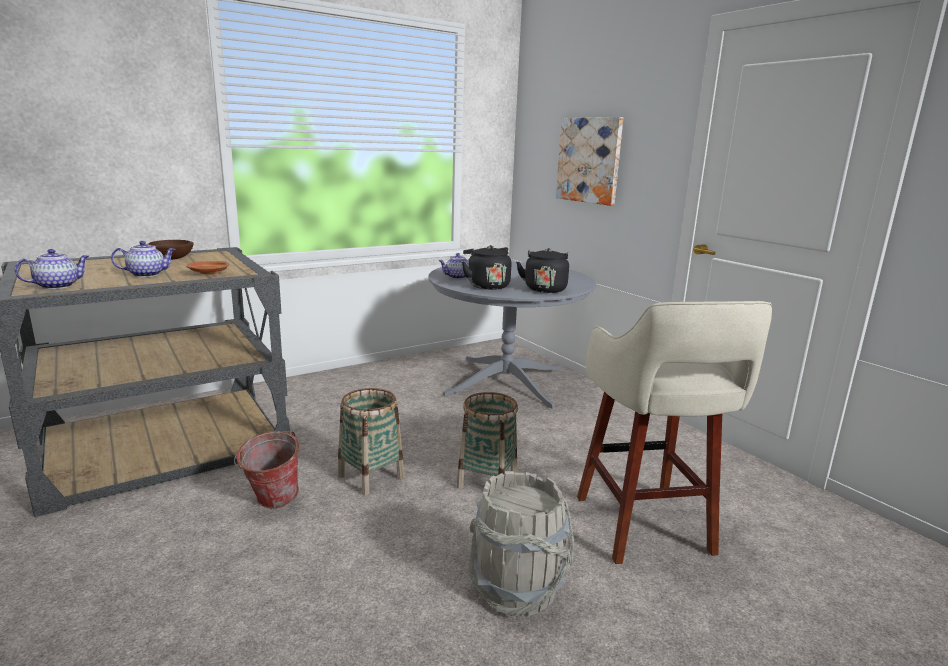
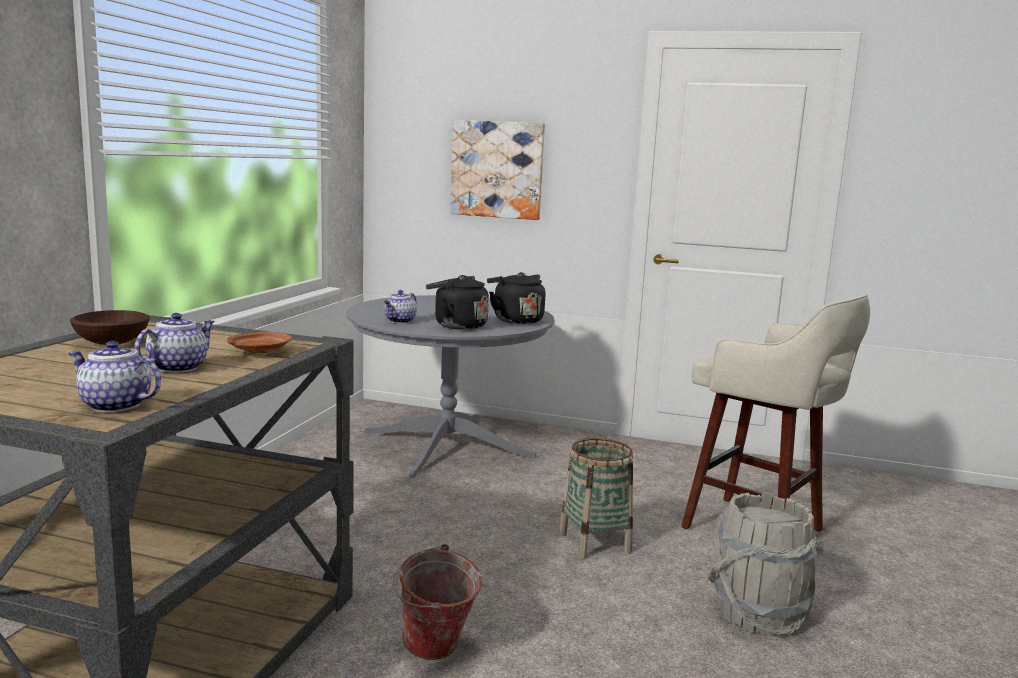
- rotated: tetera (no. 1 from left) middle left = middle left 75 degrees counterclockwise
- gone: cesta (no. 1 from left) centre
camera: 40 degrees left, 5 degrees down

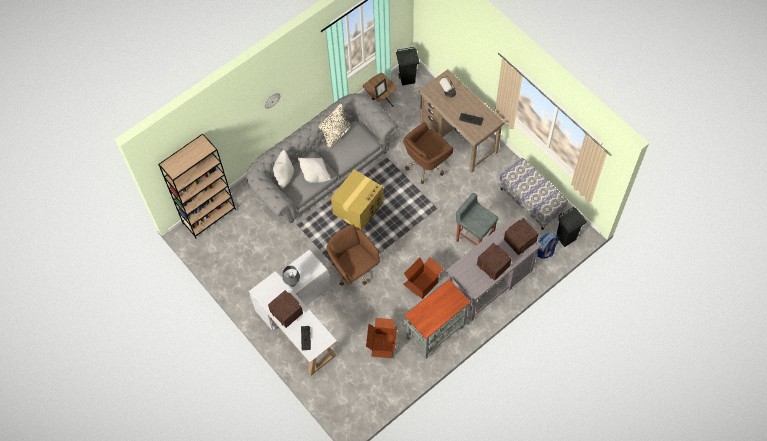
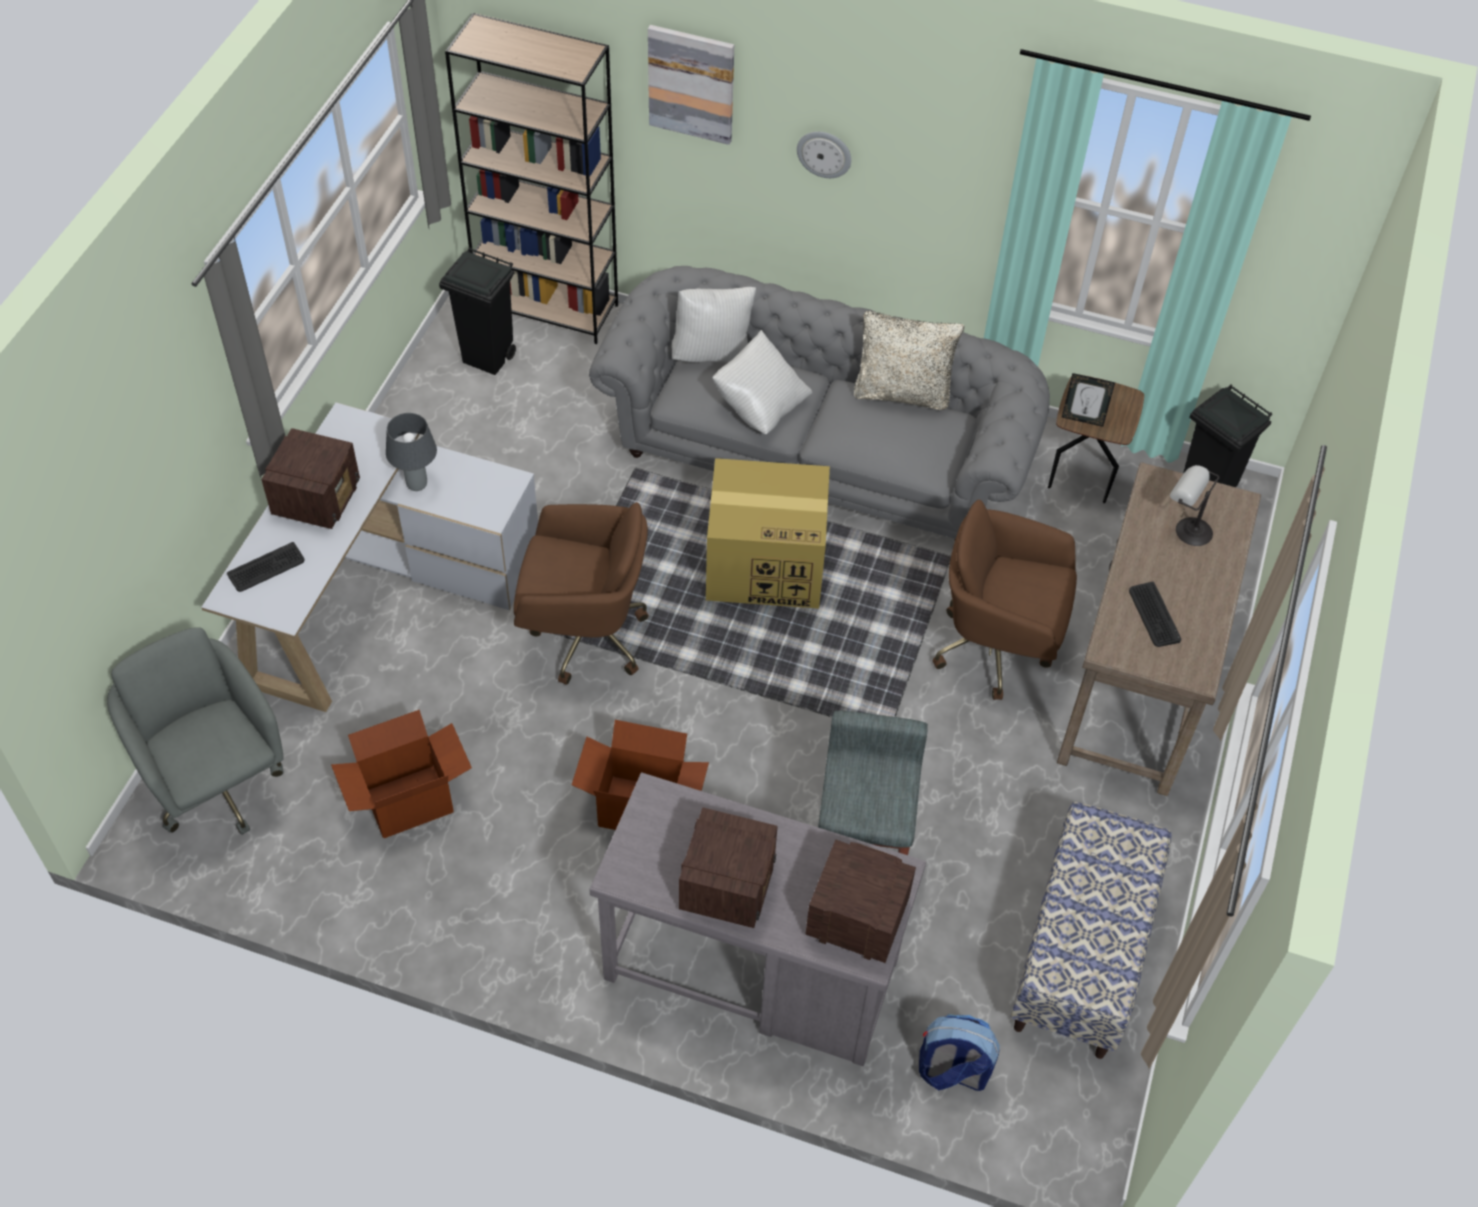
- shifted: papelera [negro] (no. 2 from left in the first image) middle right to papelera [negro] (no. 1 from left) top left
- rotated: silla de oficina [marrón] (no. 1 from left) centre = centre 75 degrees clockwise
- gone: carrito [gris] bottom centre
- new: cuadro top centre
- new: silla de oficina [gris] middle left
camera: 55 degrees right, 10 degrees down

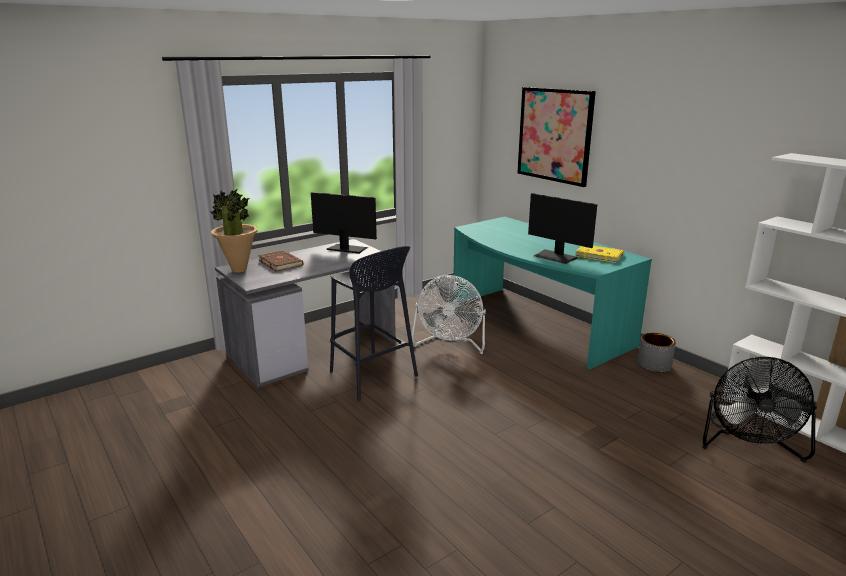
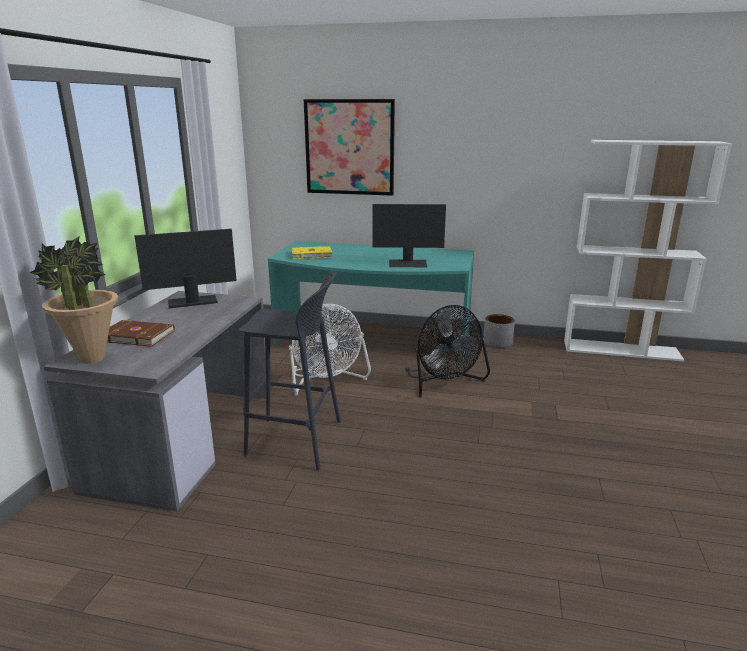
- shifted: libro [amarillo] middle right to centre
- shifted: ventilador [negro] bottom right to centre
camera: 40 degrees left, 0 degrees up

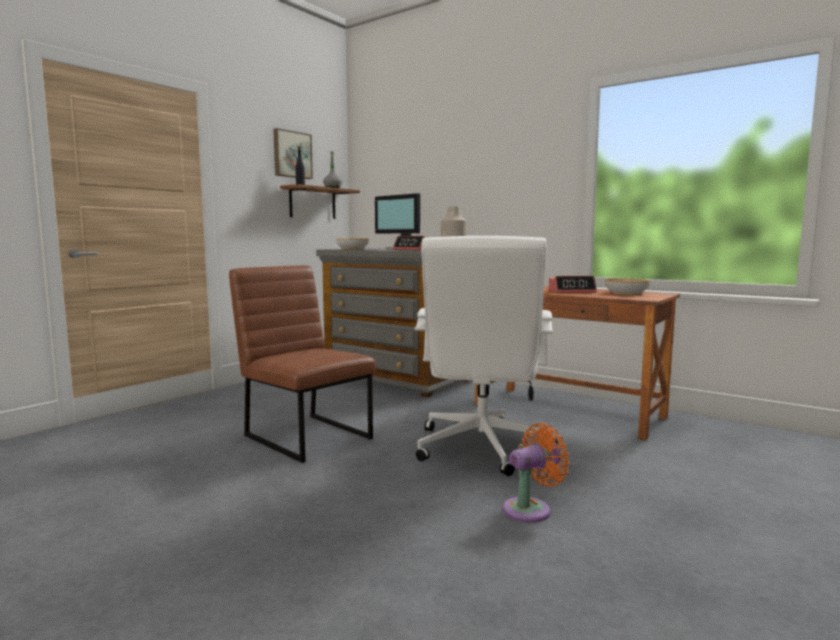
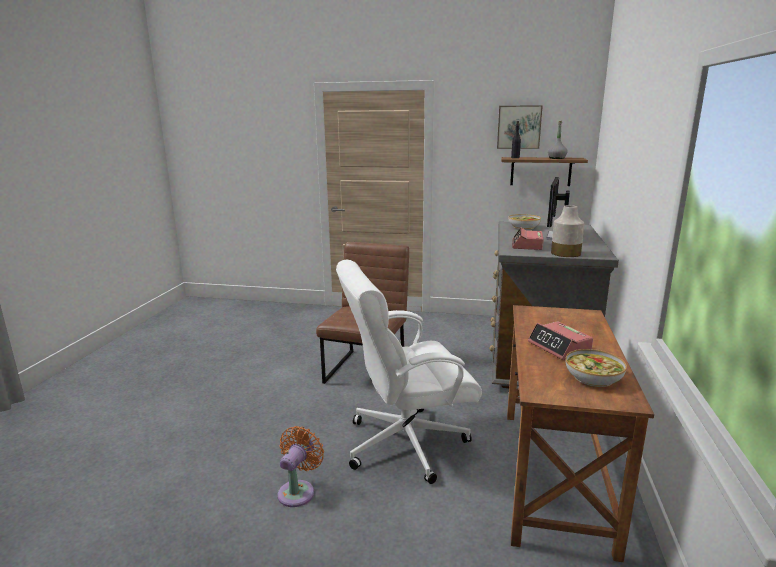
- rotated: ventilador [naranja] bottom centre = bottom centre 105 degrees counterclockwise
camera: 65 degrees right, 10 degrees up

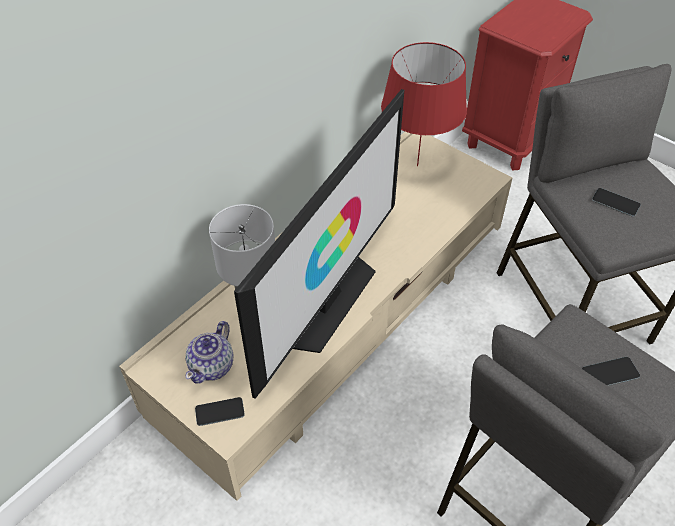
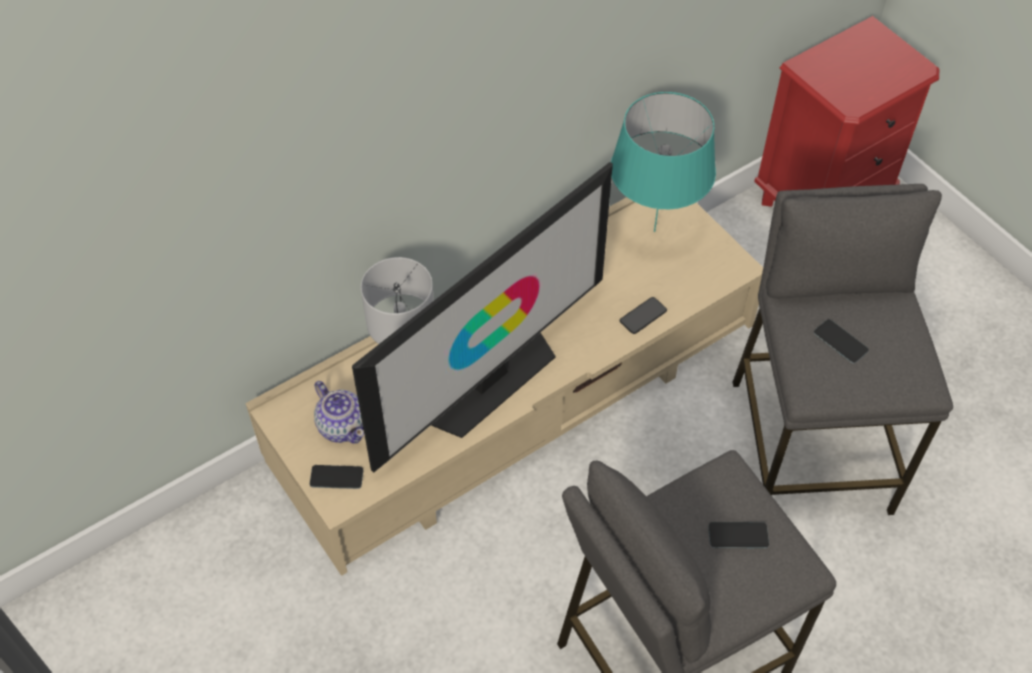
- repainted: lámpara de mesa [rojo] top centre to lámpara de mesa [turquesa] top centre
- rotated: tetera bottom left = middle left 75 degrees counterclockwise
- new: móvil (no. 2 from left) centre
camera: 15 degrees right, 5 degrees up

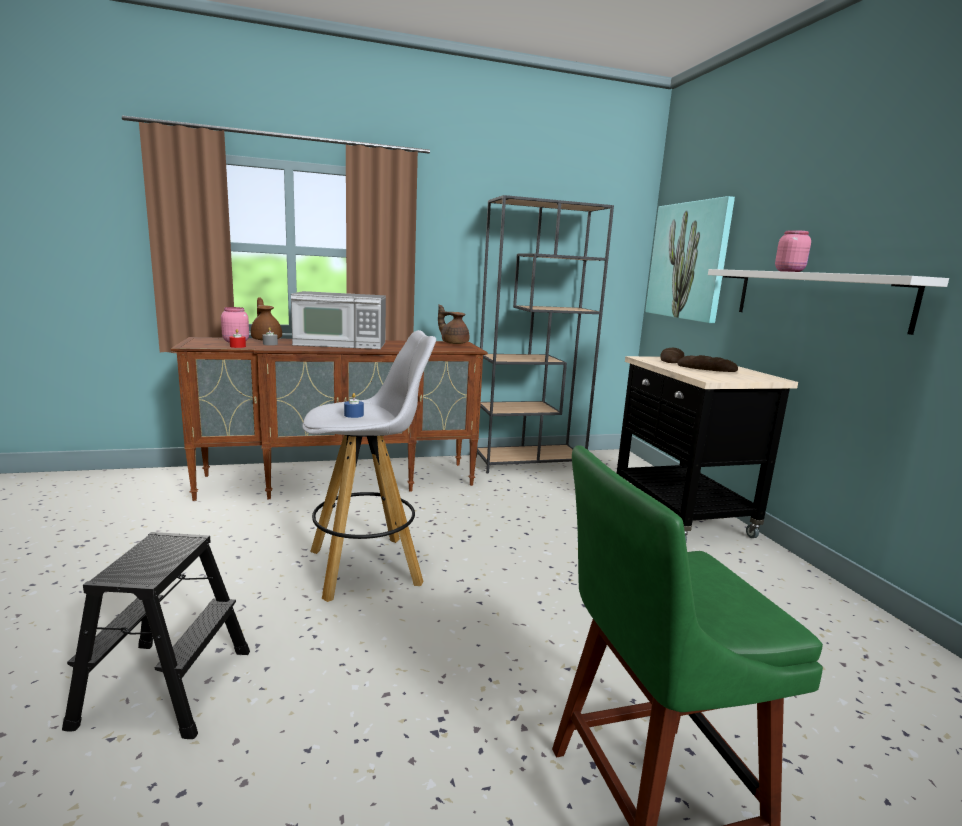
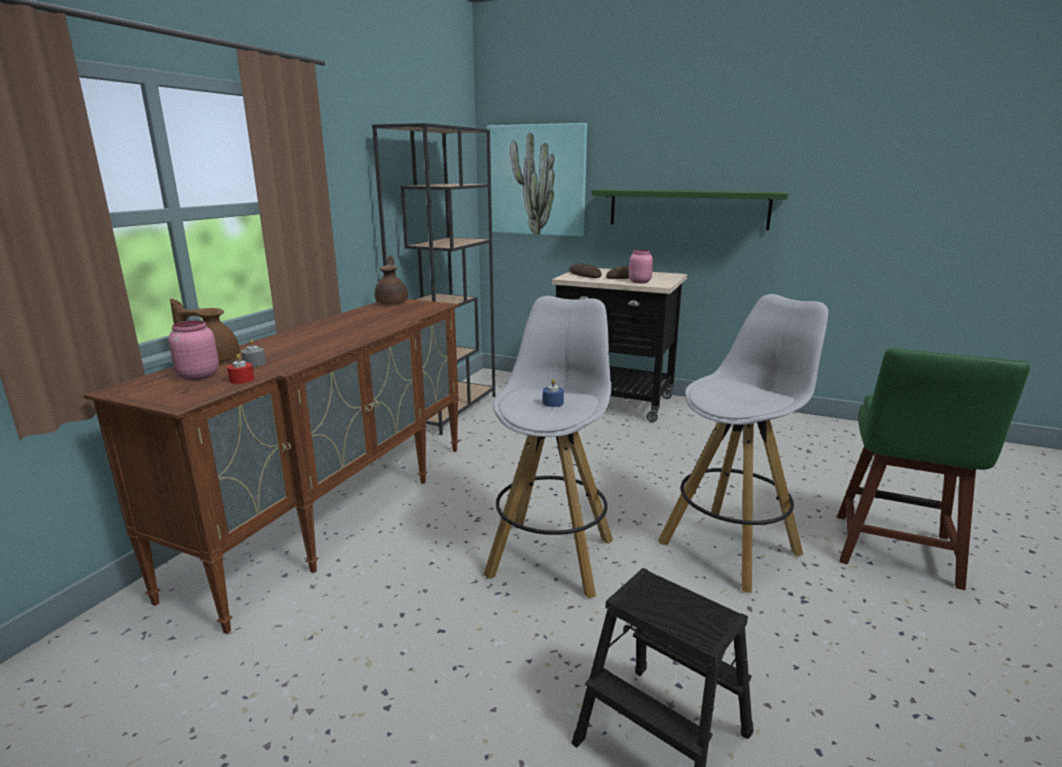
- shifted: tarro [rosa] (no. 2 from left) top right to centre
- repainted: estante [blanco] middle right to estante [verde] top centre
- gone: microondas centre
- rotated: tetera [marrón] (no. 2 from left) centre = centre 105 degrees clockwise
- new: taburete [blanco] (no. 2 from left) middle right
camera: 50 degrees left, 5 degrees up

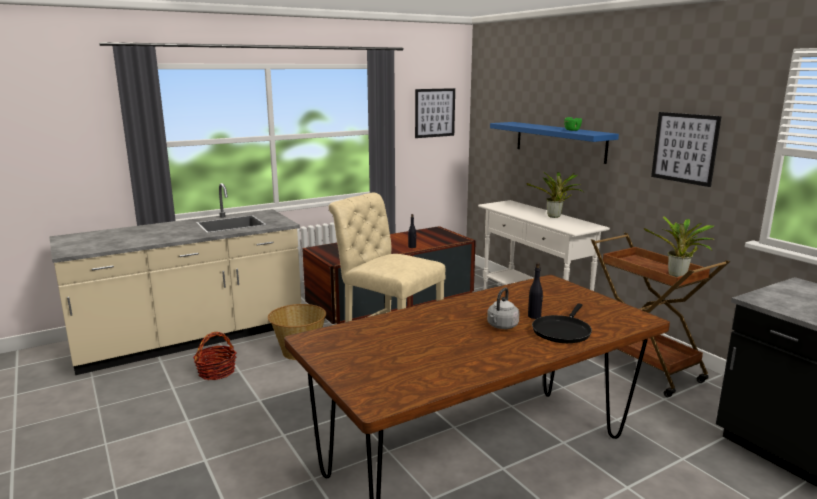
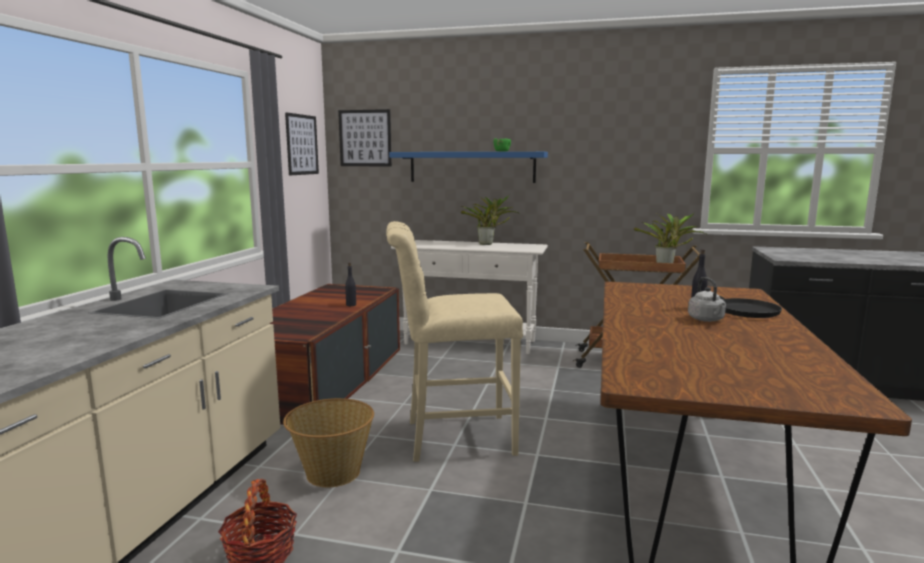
- shifted: cuadro (no. 2 from left) top right to top centre
camera: 45 degrees left, 5 degrees down

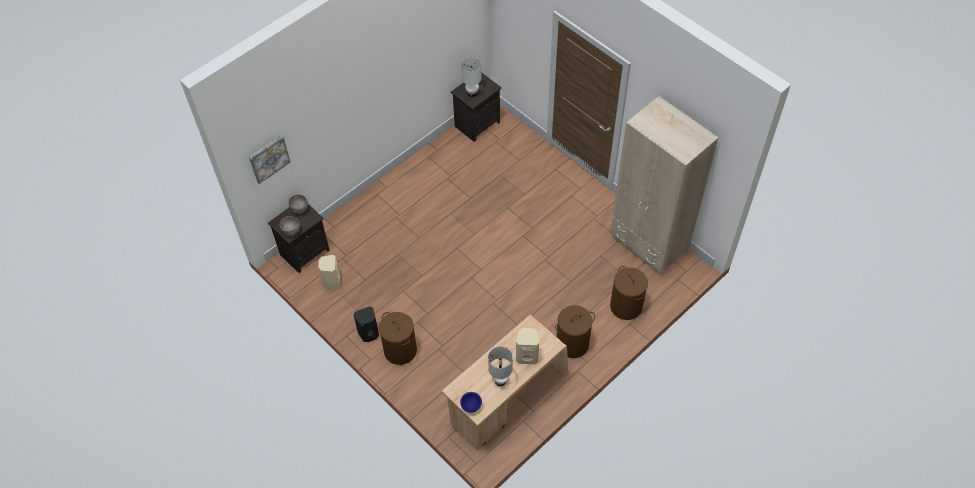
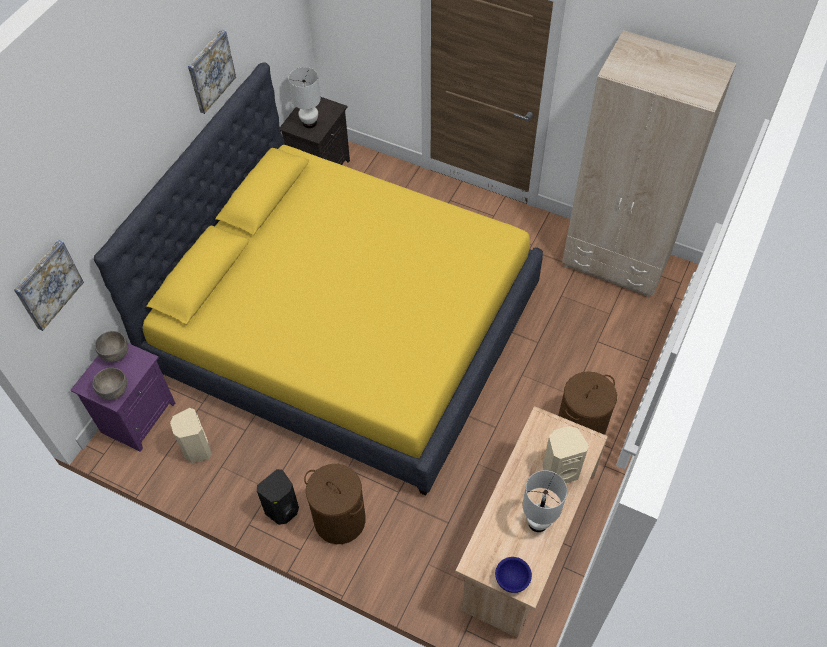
- repainted: mesita de noche [negro] (no. 1 from left) middle left to mesita de noche [morado] middle left
- gone: cesto de la ropa [marrón] (no. 3 from left) centre
- new: cuadro (no. 2 from left) top left
- new: cama [amarillo] centre
camera: 20 degrees left, 0 degrees up

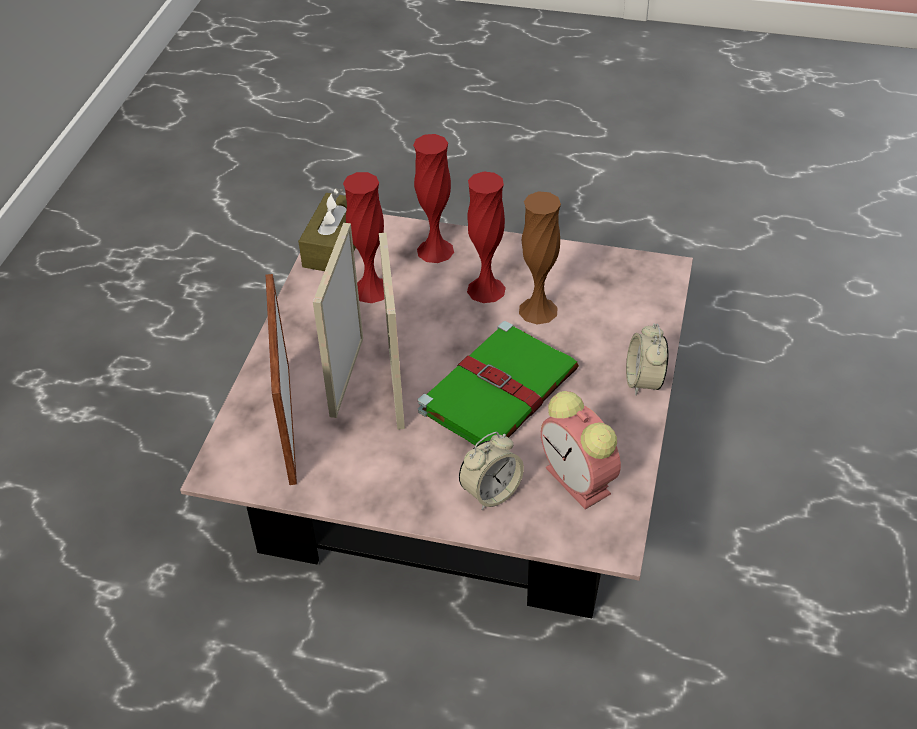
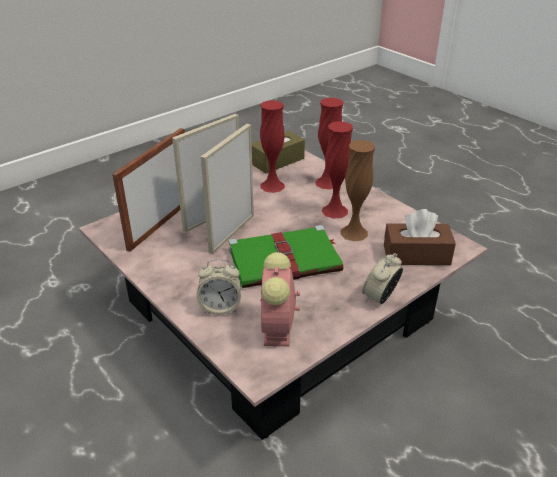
- new: caja de pañuelos [marrón] (no. 2 from left) middle right
camera: 35 degrees right, 10 degrees down

